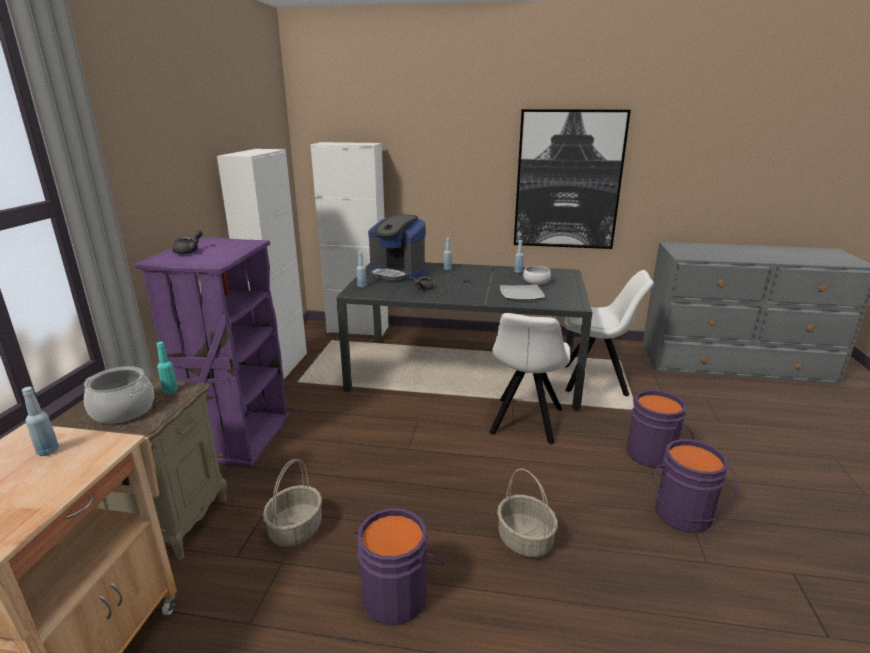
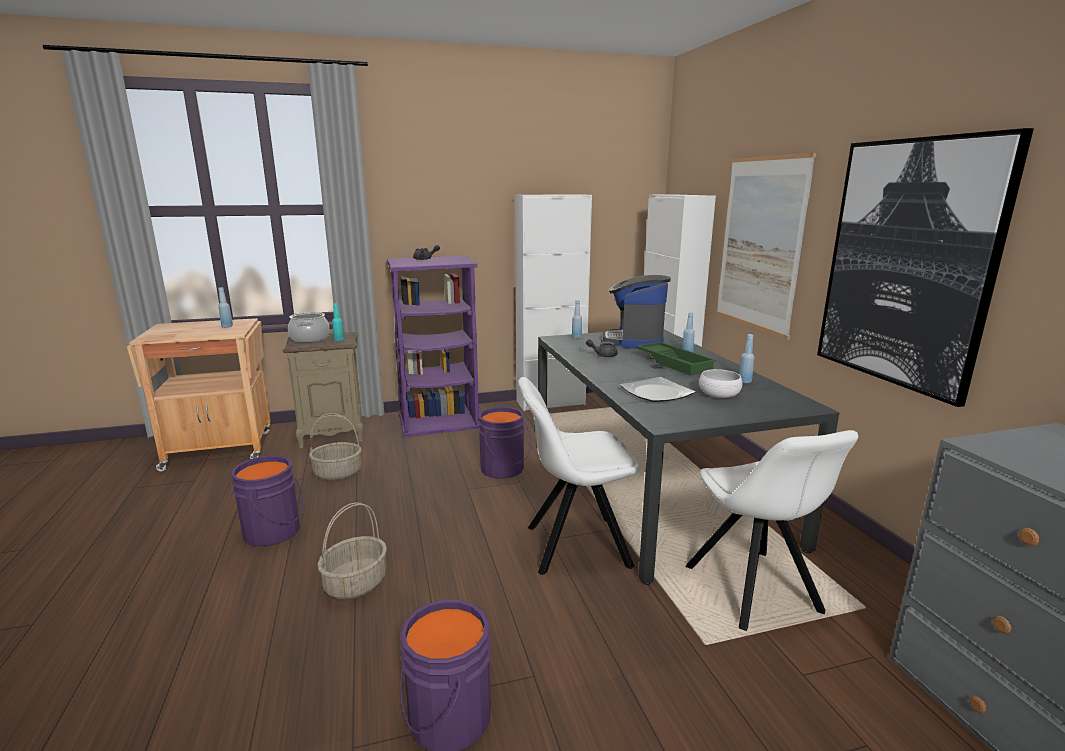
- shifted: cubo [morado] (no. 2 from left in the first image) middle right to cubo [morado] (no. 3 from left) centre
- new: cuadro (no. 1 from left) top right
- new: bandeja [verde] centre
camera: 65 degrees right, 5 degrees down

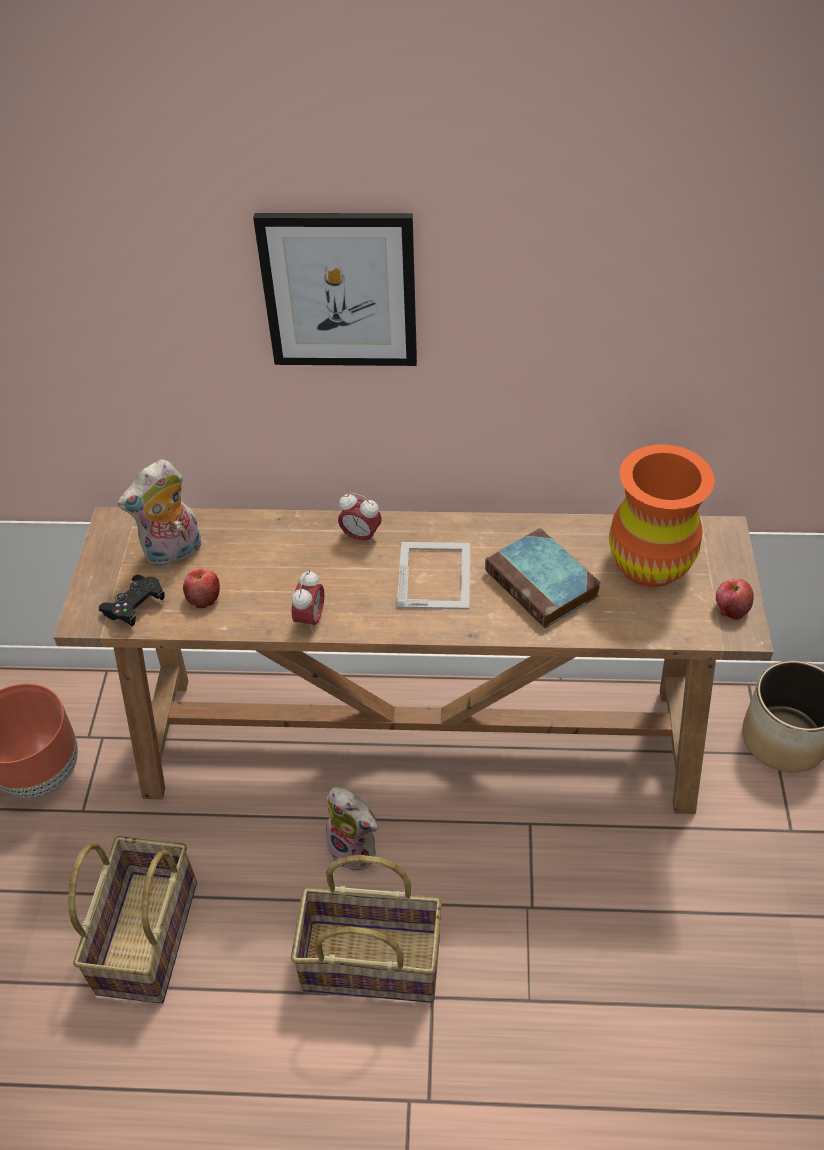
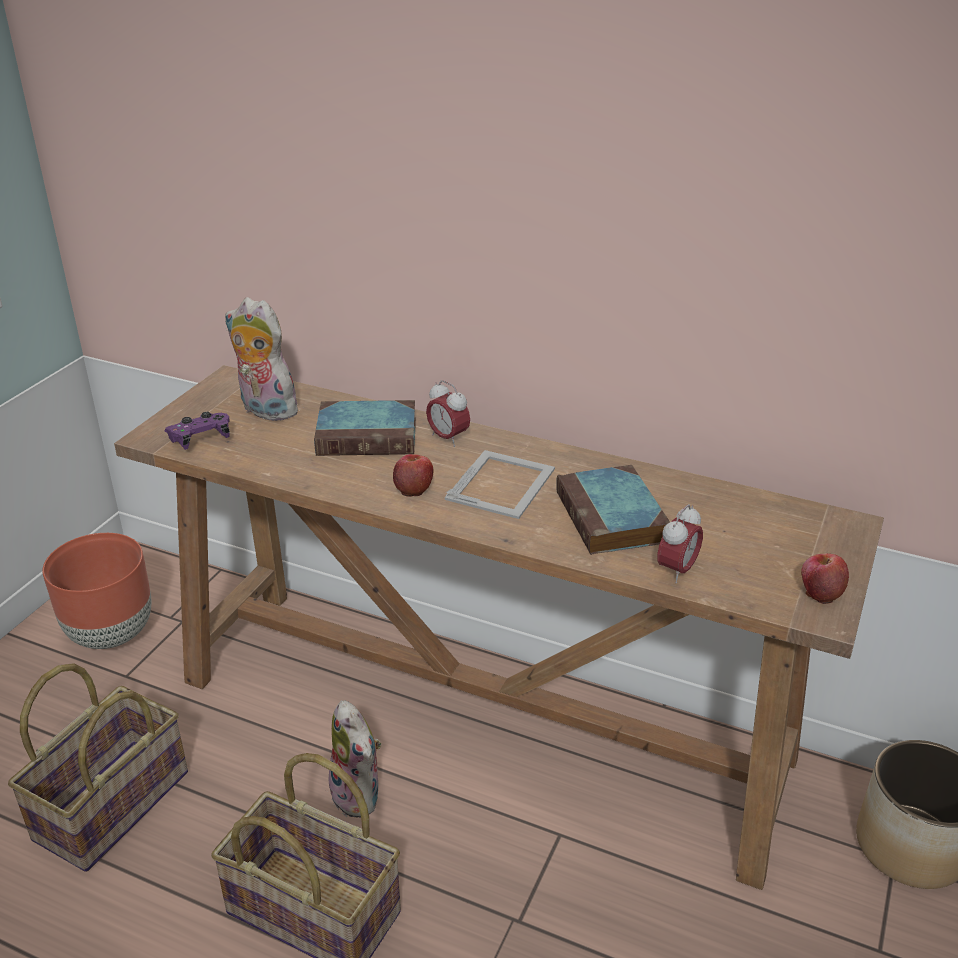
- gone: cuadro top centre
- gone: florero [naranja] middle right
- rotated: peluche (no. 1 from left) middle left = middle left 45 degrees clockwise
- shifted: manzana (no. 1 from left) middle left to centre
- shifted: despertador (no. 1 from left in the first image) centre to despertador (no. 2 from left) middle right
- repainted: mando de consola [negro] middle left to mando de consola [morado] middle left
- new: libro (no. 1 from left) centre
camera: 20 degrees right, 15 degrees down

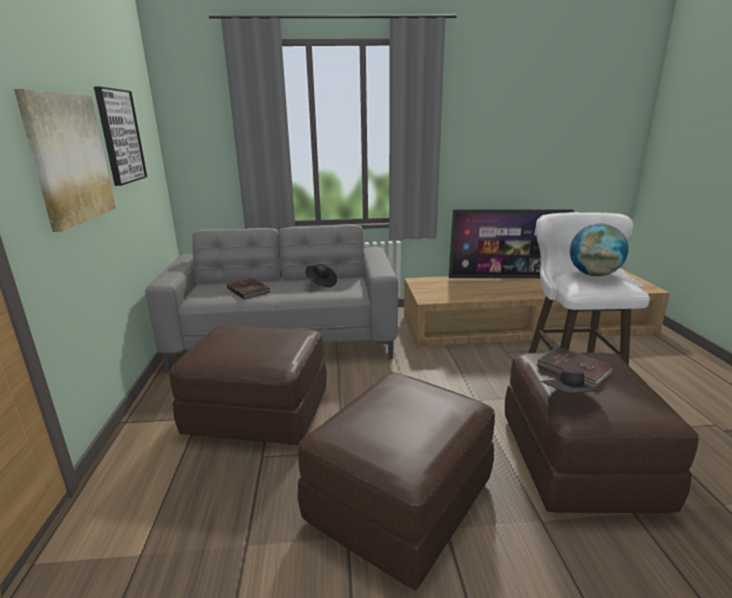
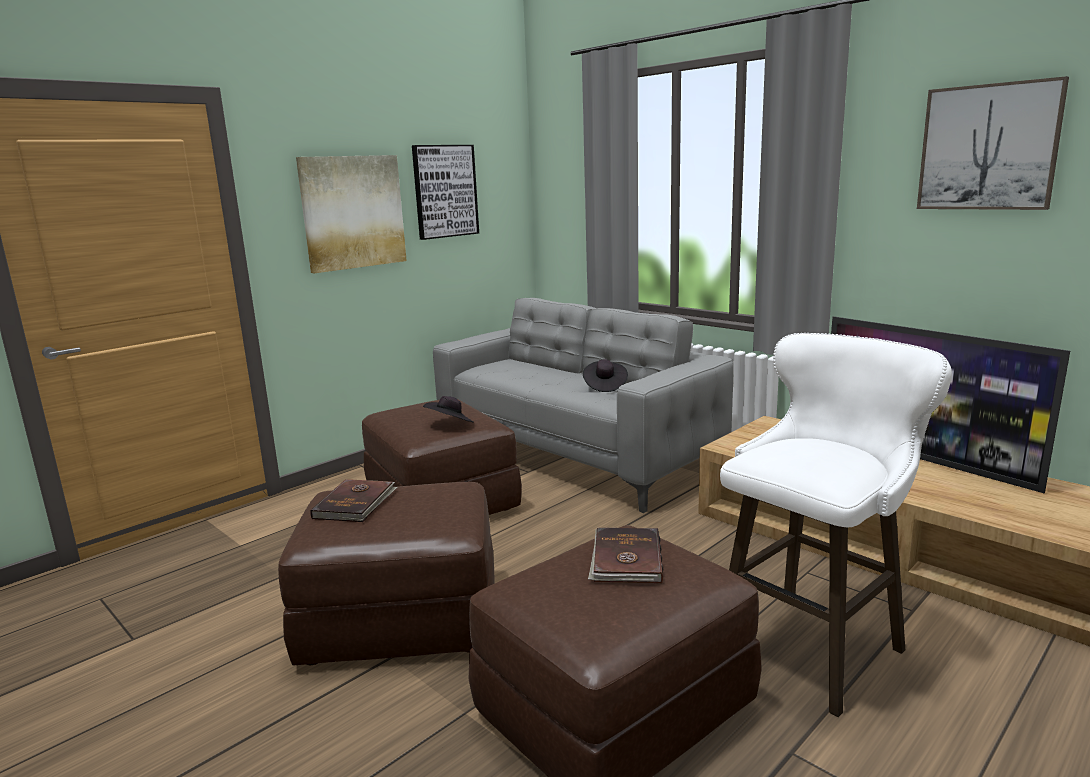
- gone: globo terráqueo middle right
- shifted: libro [marrón] (no. 1 from left) centre to middle left
- shifted: sombrero [negro] (no. 2 from left in the first image) middle right to sombrero [negro] (no. 1 from left) centre
- new: cuadro (no. 3 from left) top right
camera: 50 degrees right, 5 degrees down

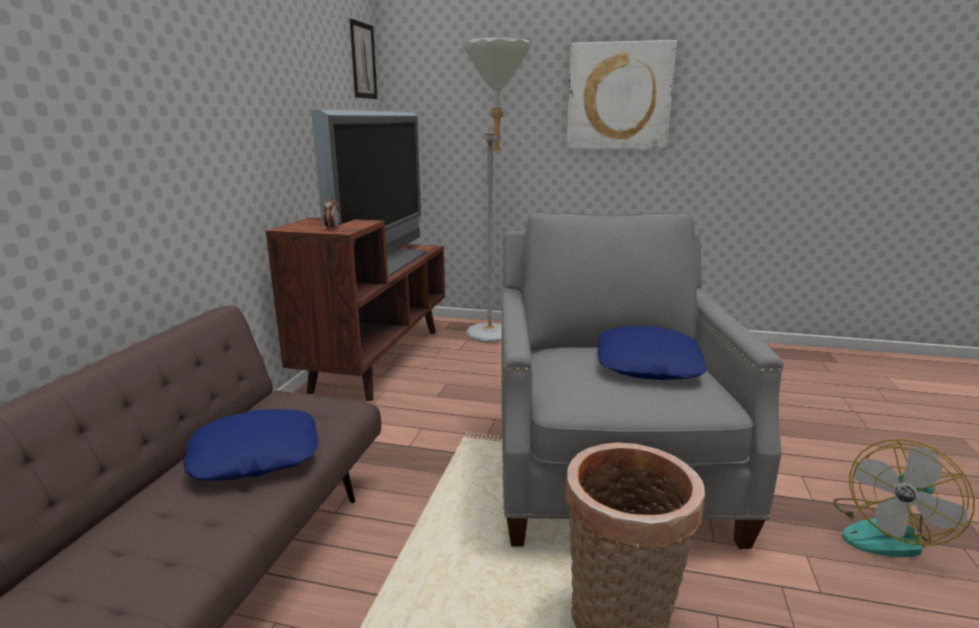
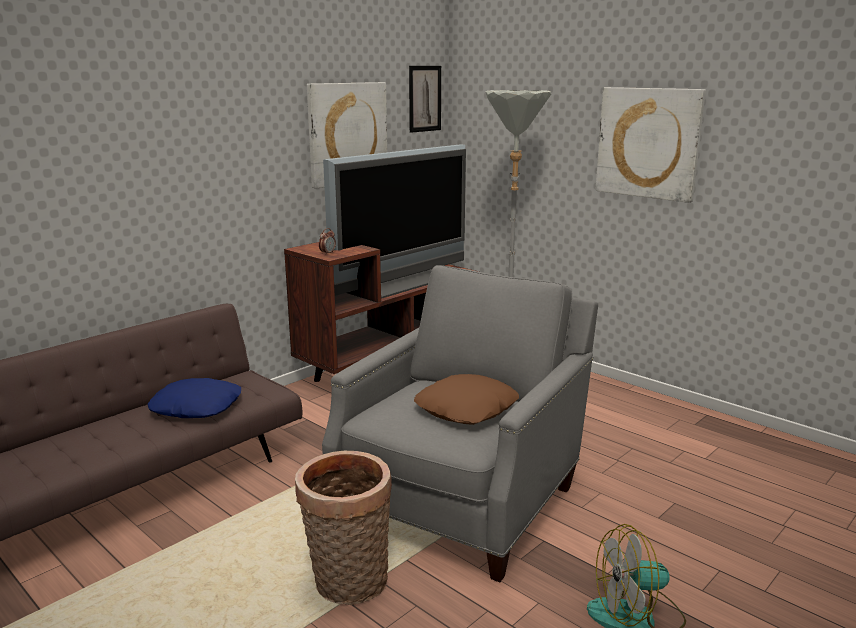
- repainted: cojín [azul] (no. 2 from left) centre to cojín [marrón] centre
- new: cuadro (no. 1 from left) top centre
camera: 30 degrees right, 0 degrees up

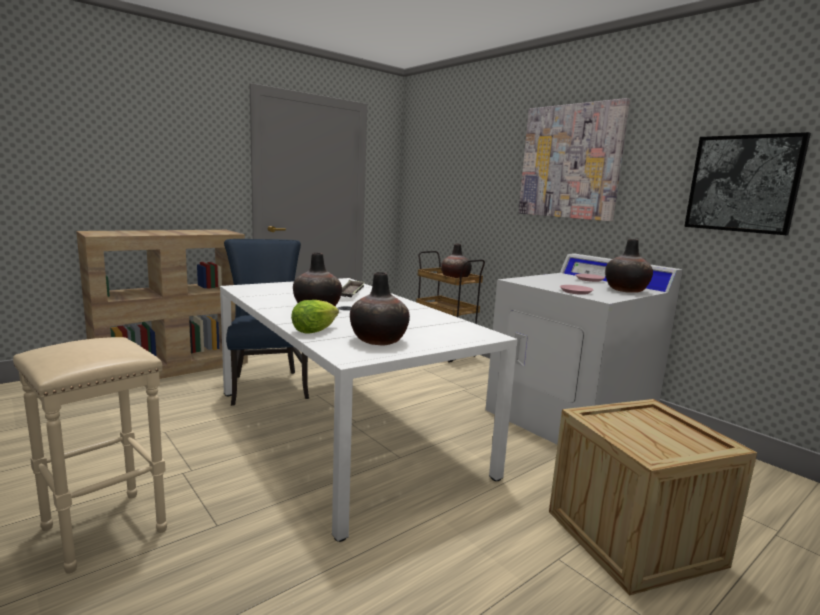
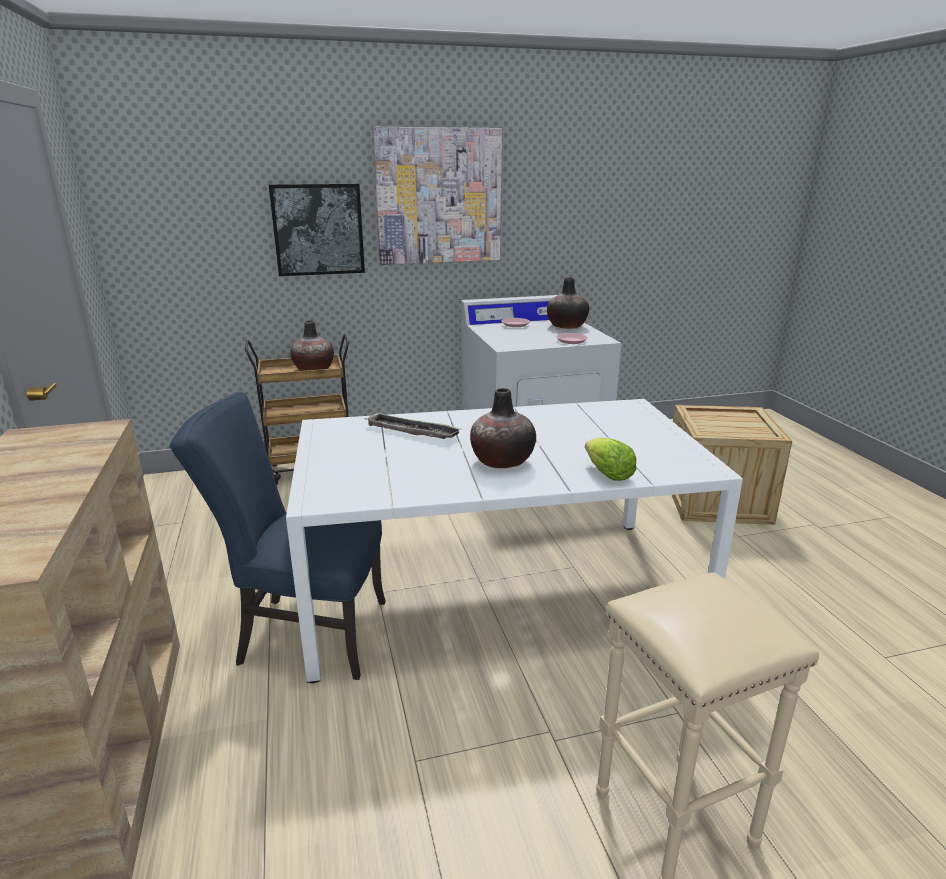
- shifted: cuadro (no. 2 from left in the first image) top right to cuadro (no. 1 from left) top centre
- gone: florero (no. 2 from left) centre
camera: 65 degrees left, 10 degrees up

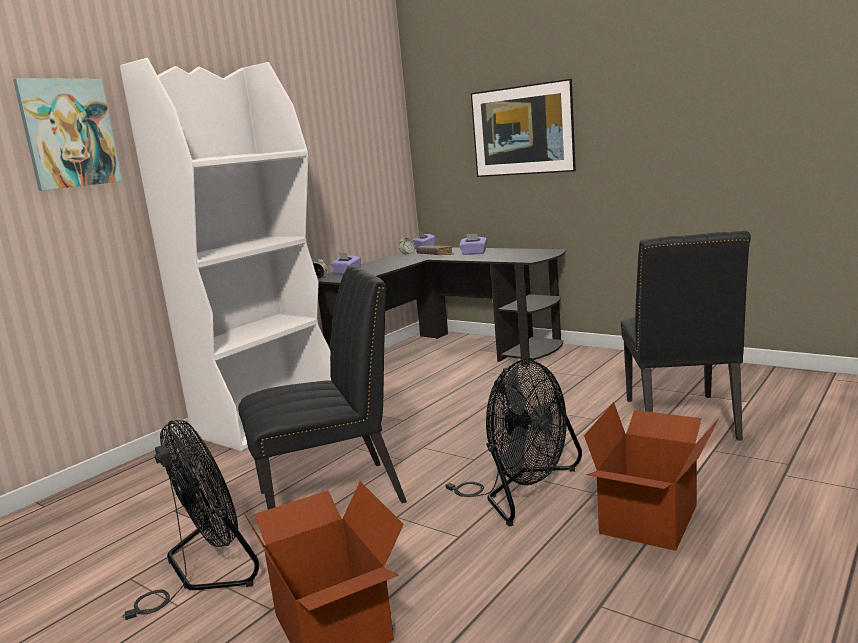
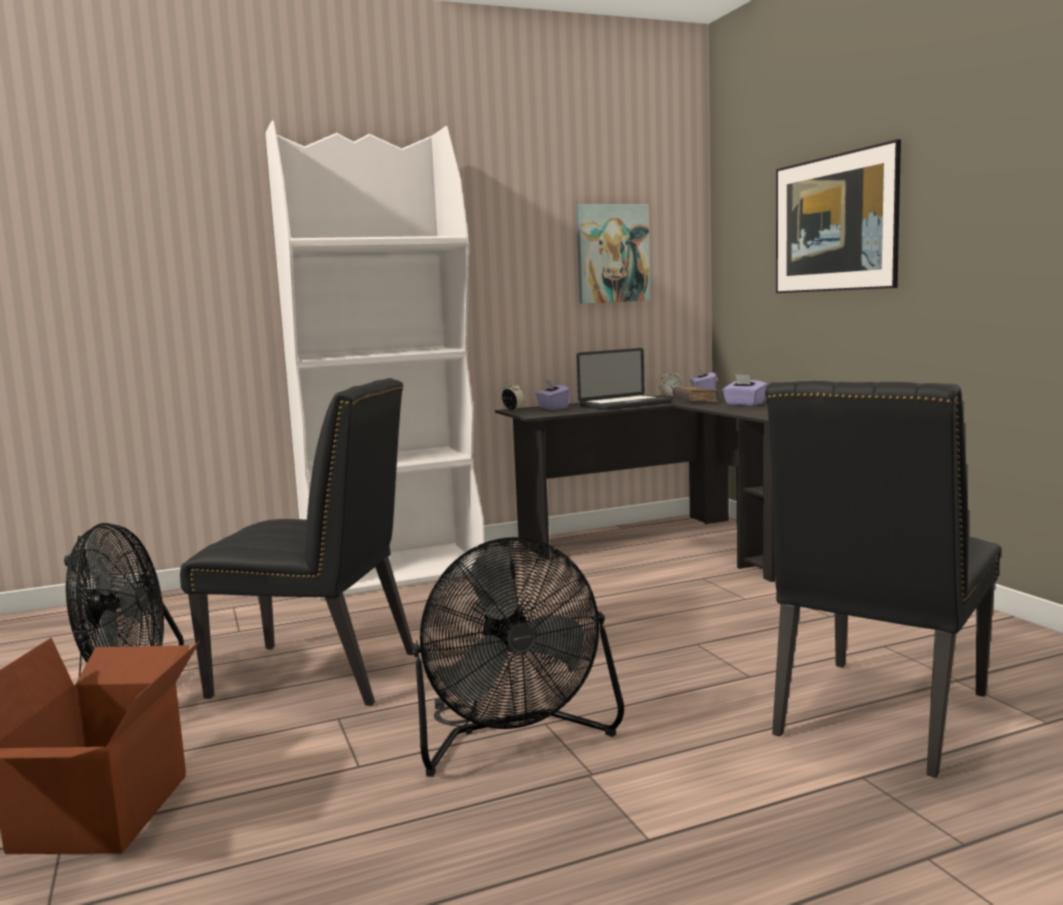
- shifted: cuadro (no. 1 from left) top left to top centre
- gone: caja de cartón (no. 2 from left) bottom right
- new: portátil centre
camera: 30 degrees right, 5 degrees down

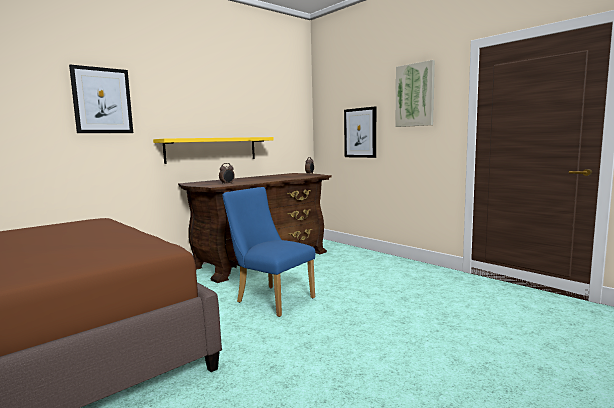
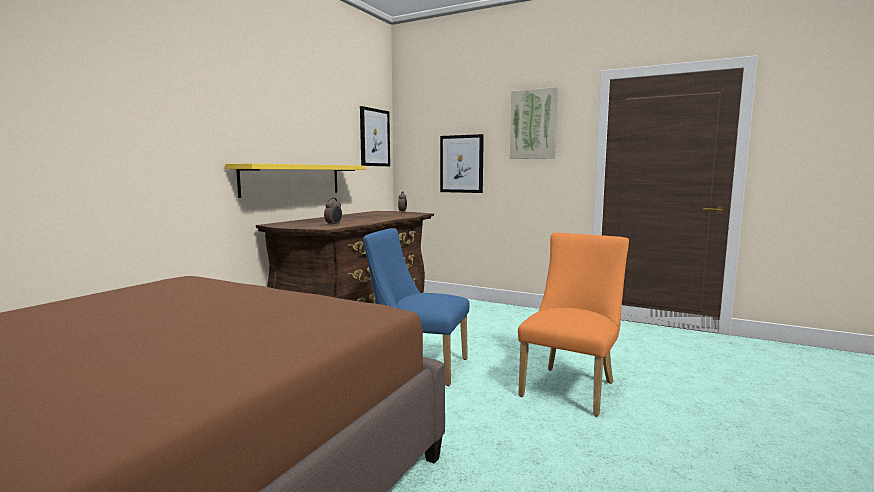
- shifted: cuadro (no. 1 from left) top left to top centre
- new: silla [naranja] centre
camera: 20 degrees left, 0 degrees up

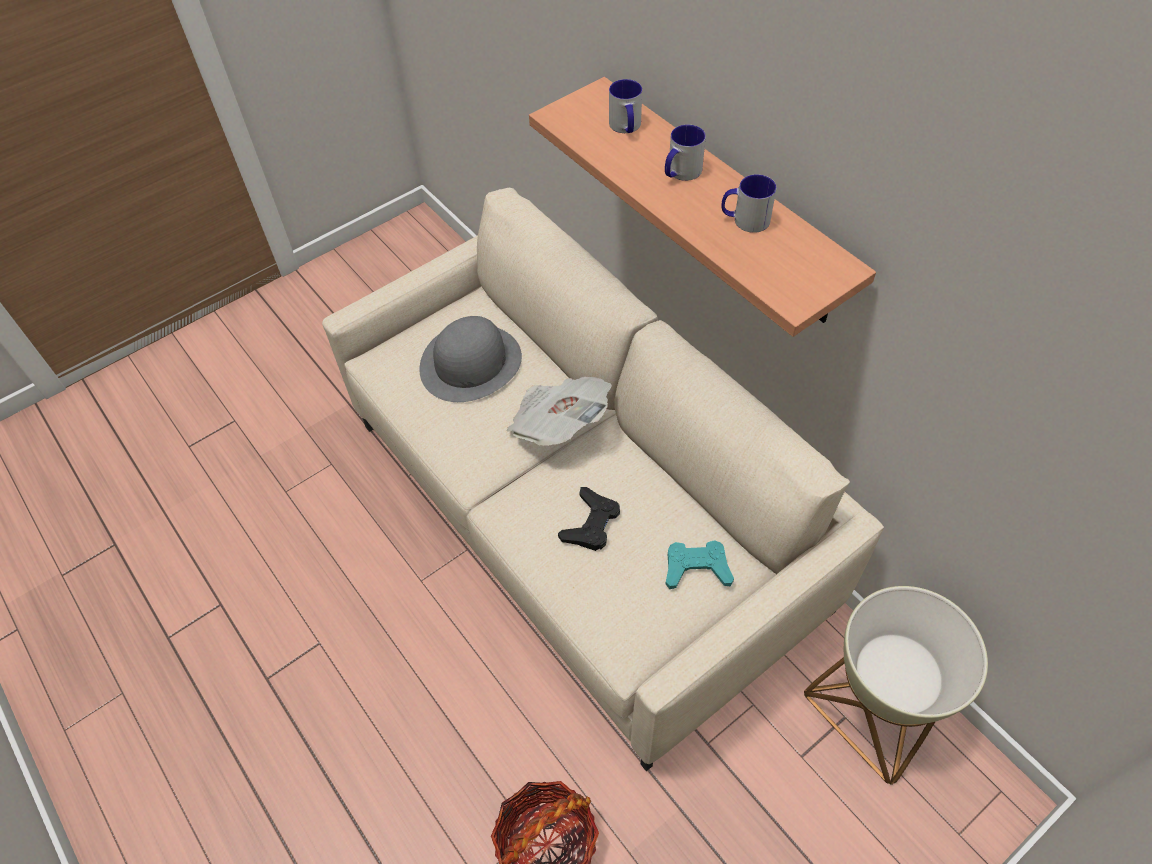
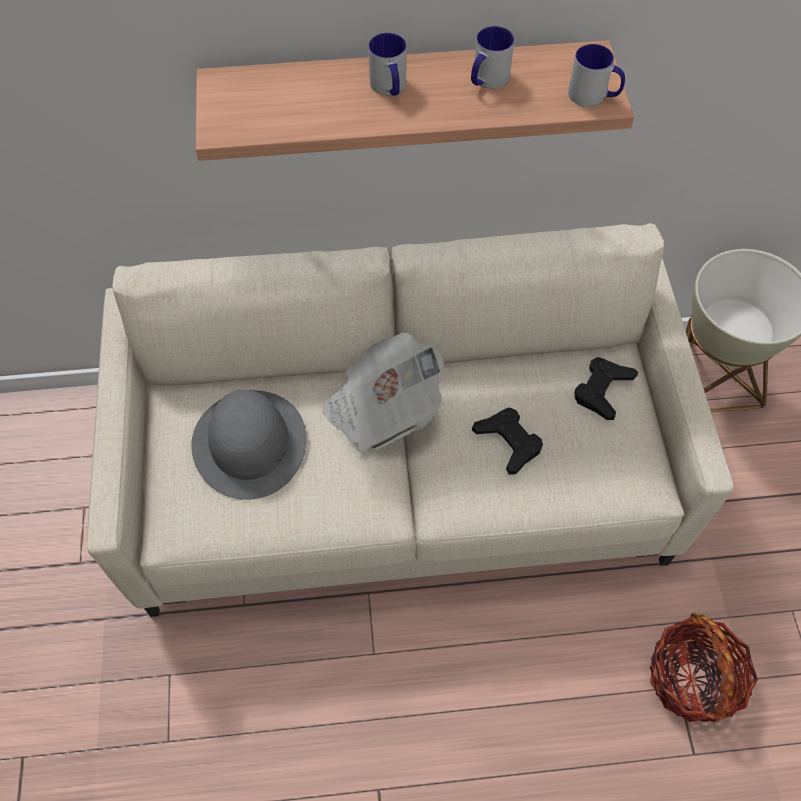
- shifted: taza grande (no. 1 from left in the first image) top centre to taza grande (no. 3 from left) top right
- repainted: mando de consola [turquesa] centre to mando de consola [negro] (no. 2 from left) middle right
camera: 60 degrees left, 5 degrees up

